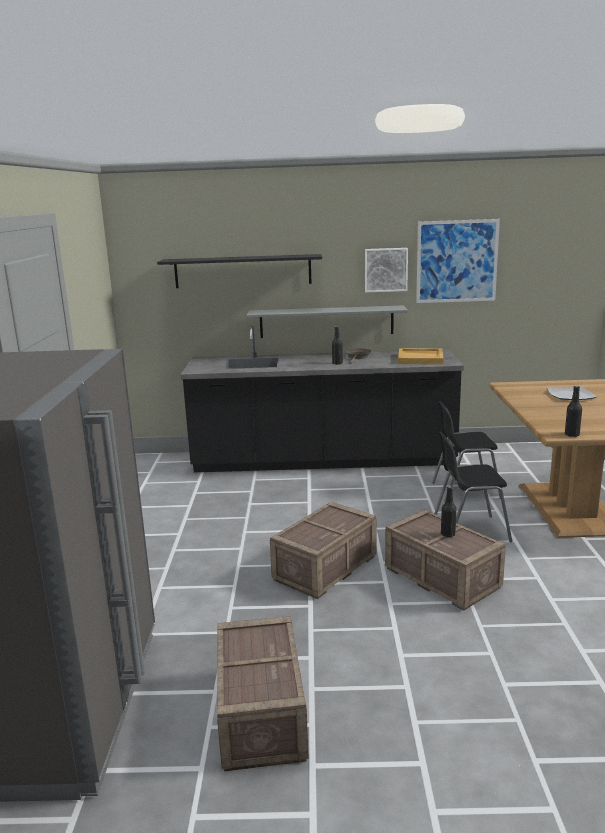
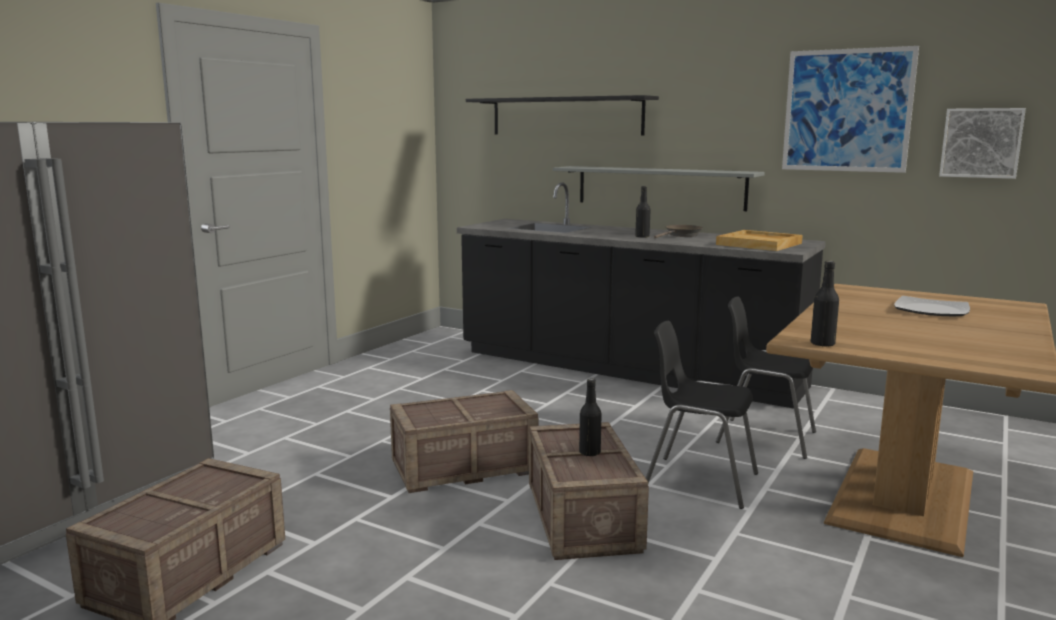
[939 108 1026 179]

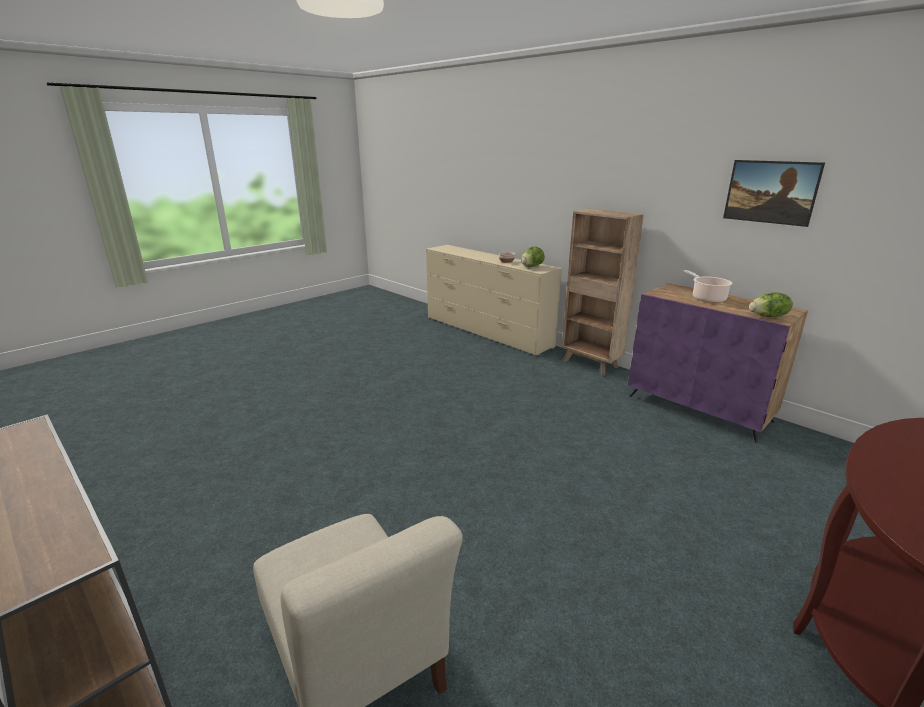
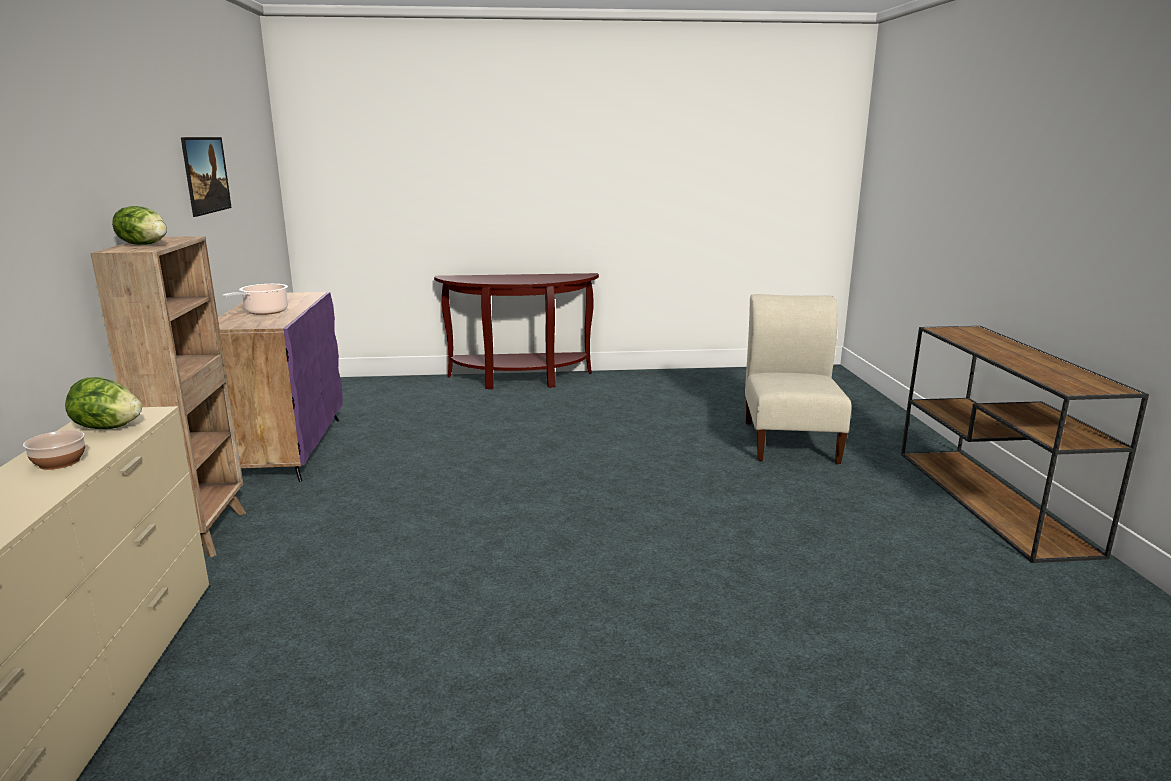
[112 206 167 245]

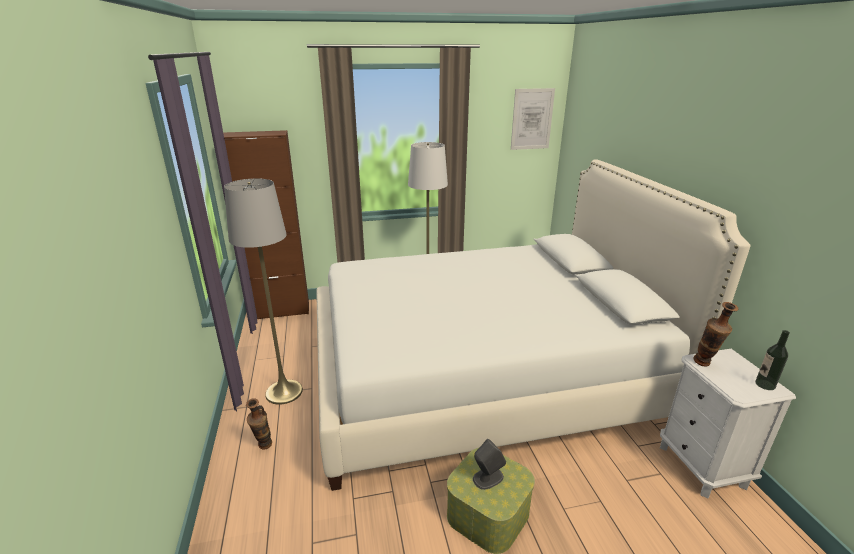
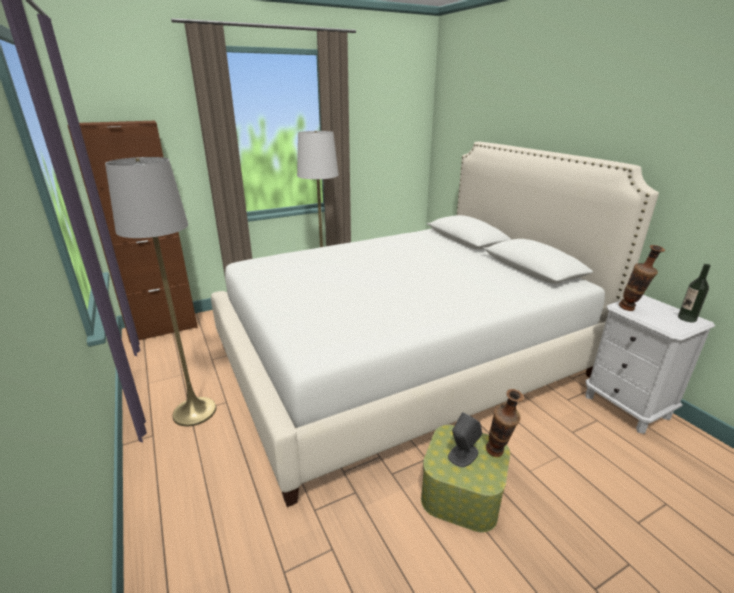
[486 389 524 457]
[511 88 555 150] (first image)

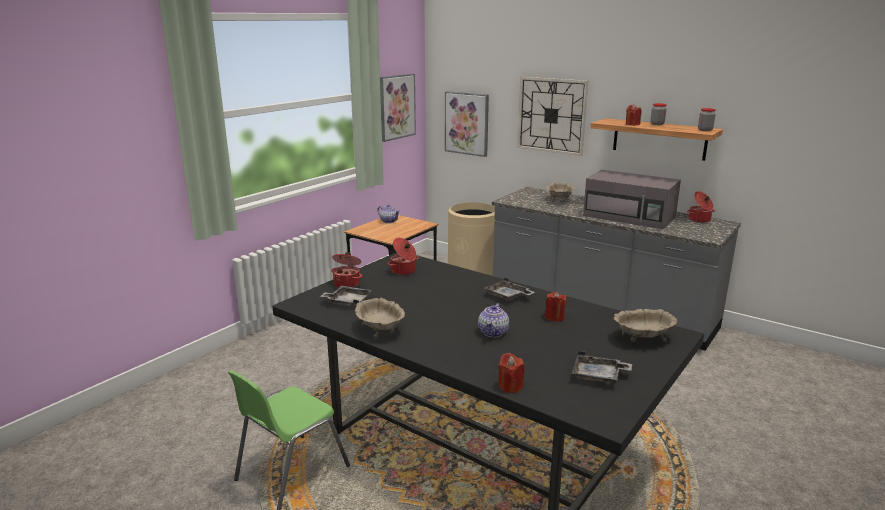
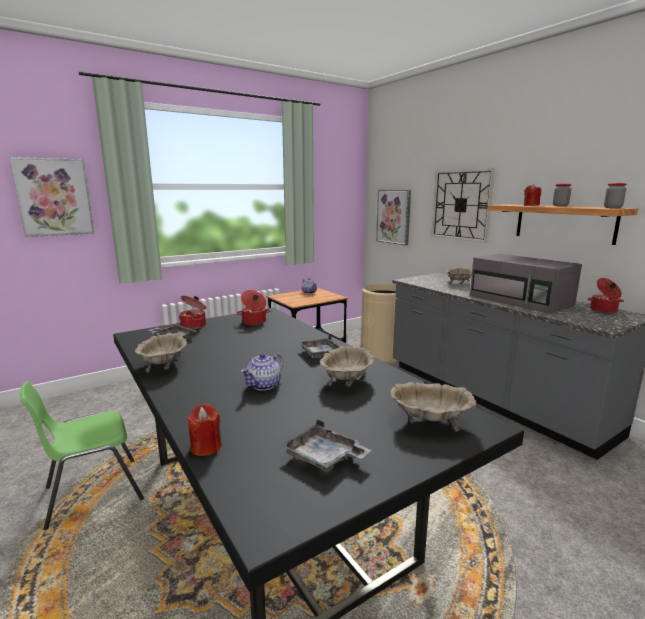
[10 157 94 237]
[320 346 374 387]

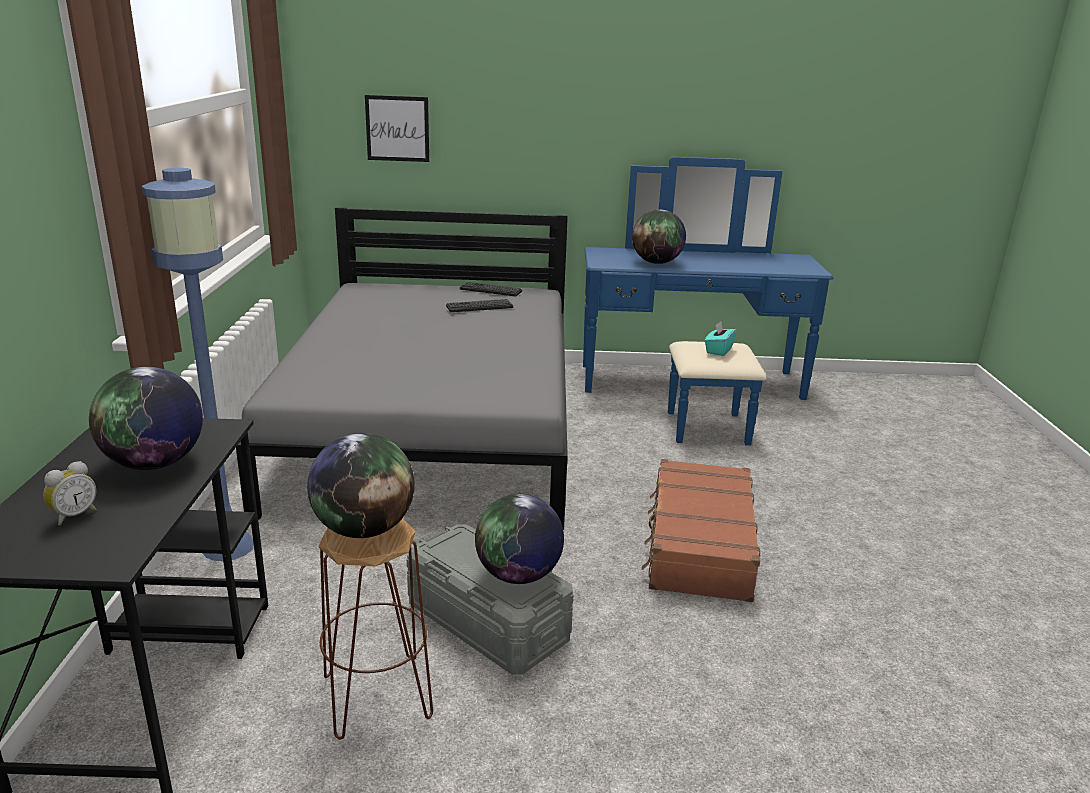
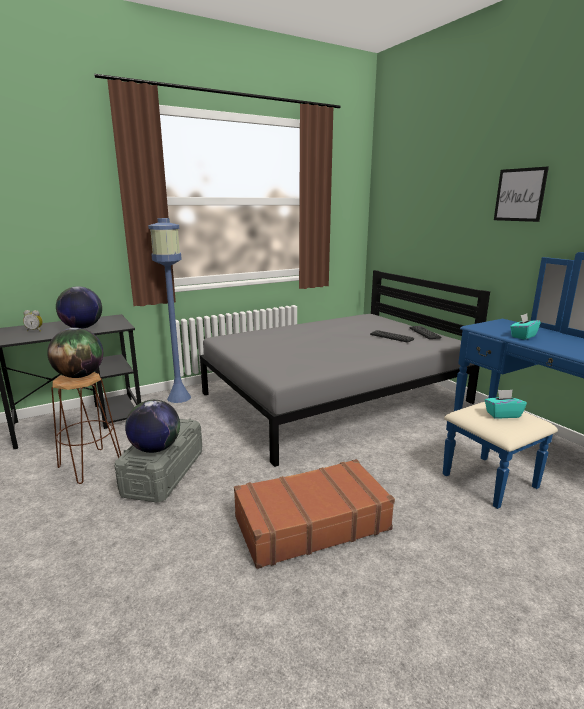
[494 167 549 222]
[510 314 541 340]

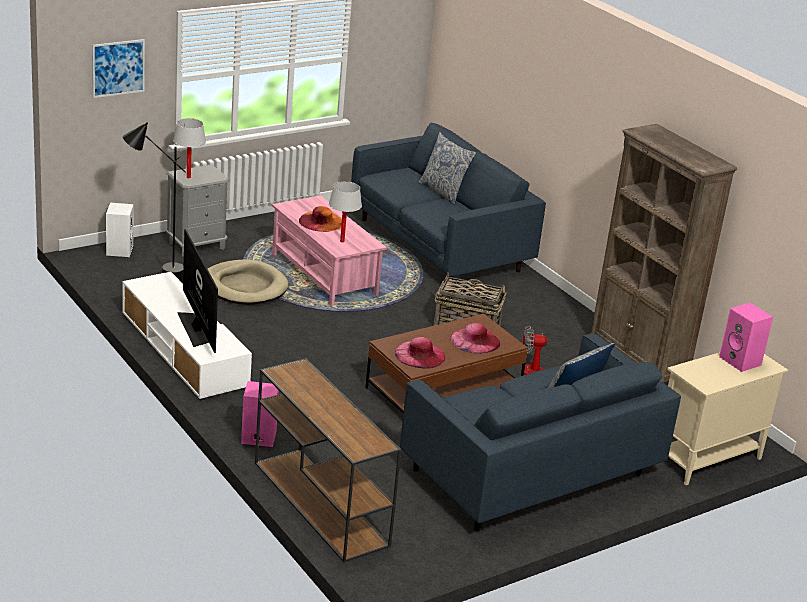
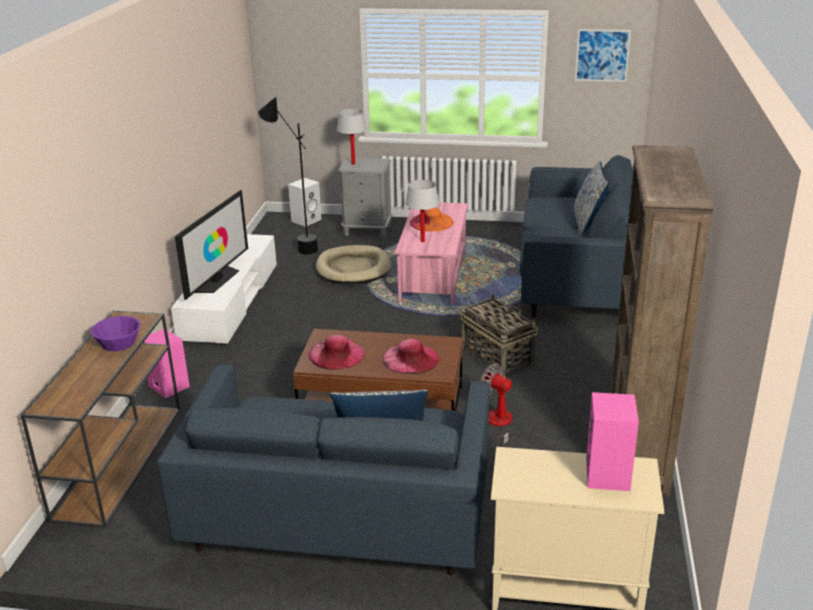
[90 316 141 351]
[575 29 631 82]

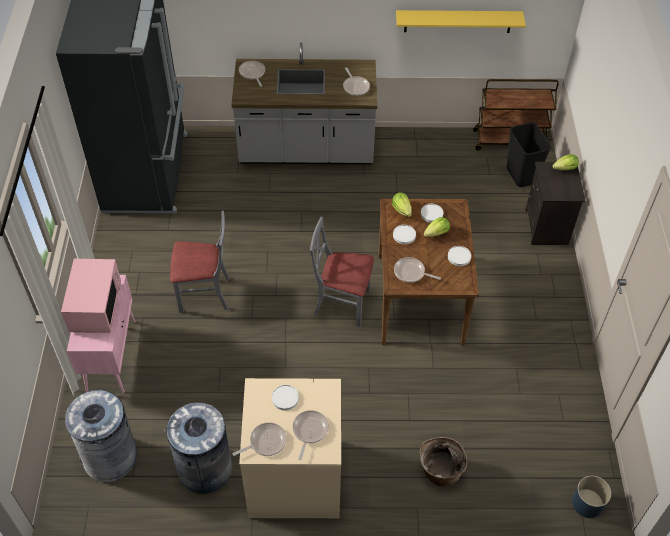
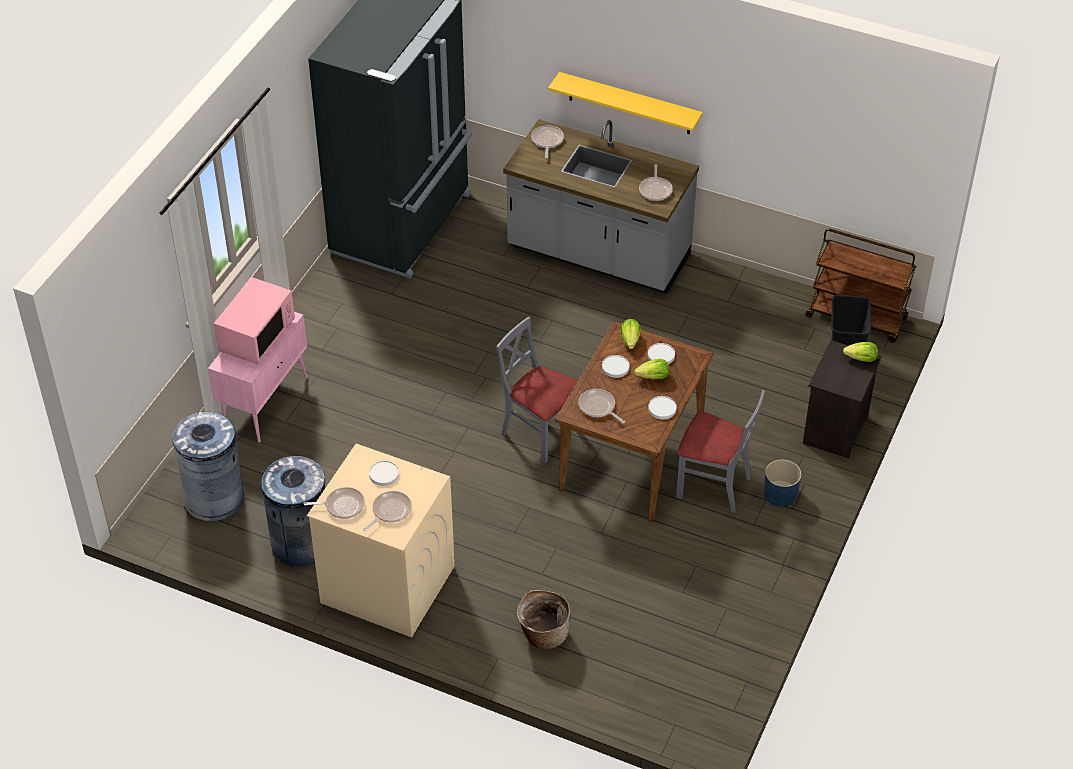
[548 72 703 134]
[676 390 765 513]
[764 459 801 507]

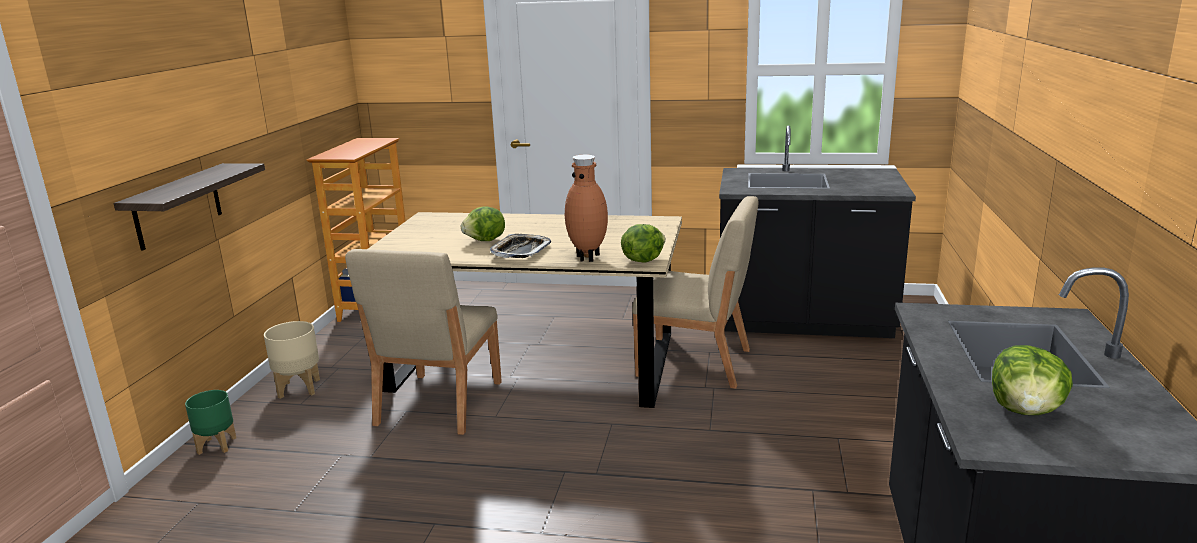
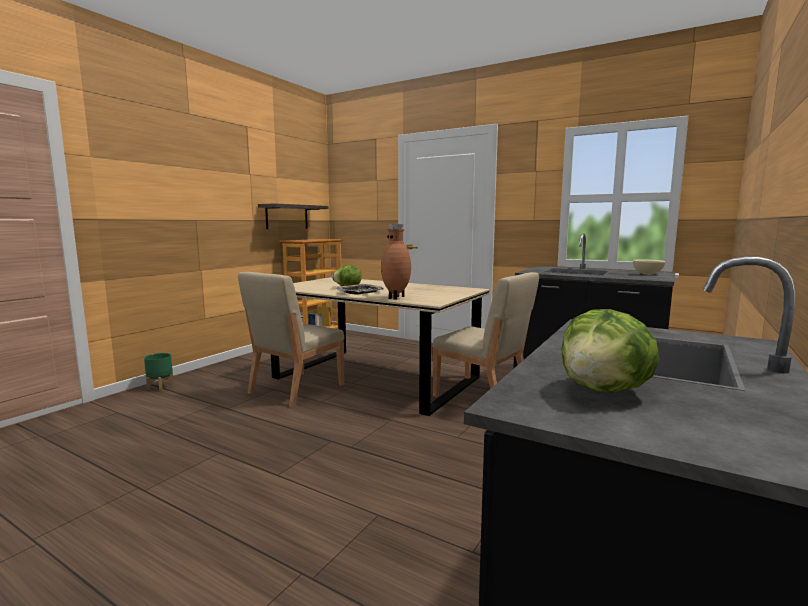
[258 203 328 229]
[633 259 665 275]
[264 321 320 399] (first image)
[621 224 665 263] (first image)

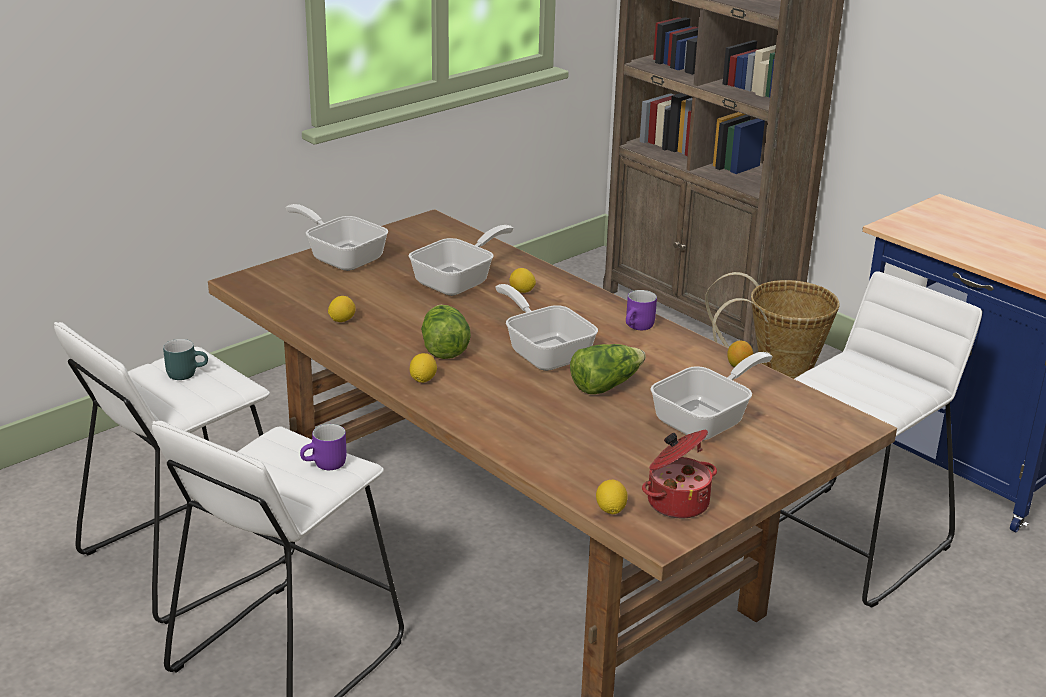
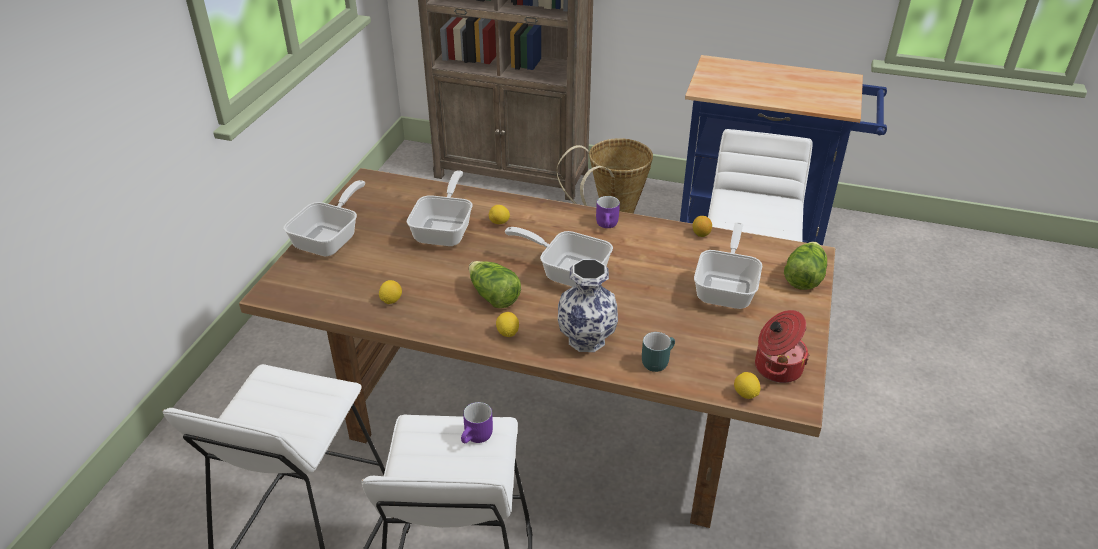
[284 180 365 257]
[558 259 618 352]
[642 332 675 372]
[784 242 827 290]

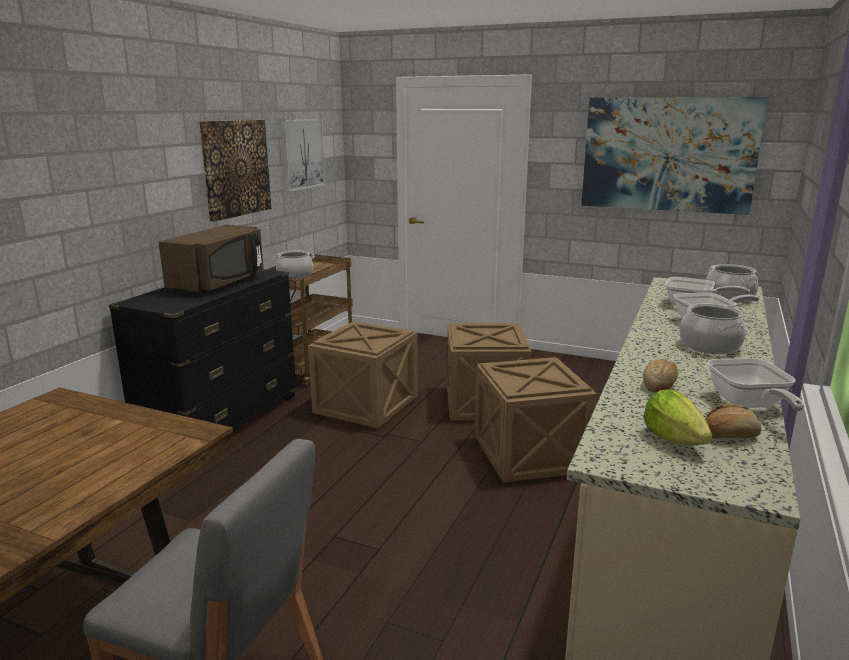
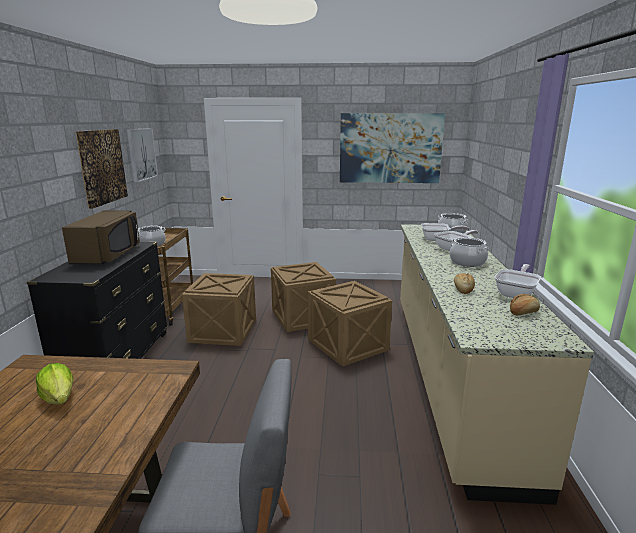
[36 363 73 405]
[495 264 541 298]

